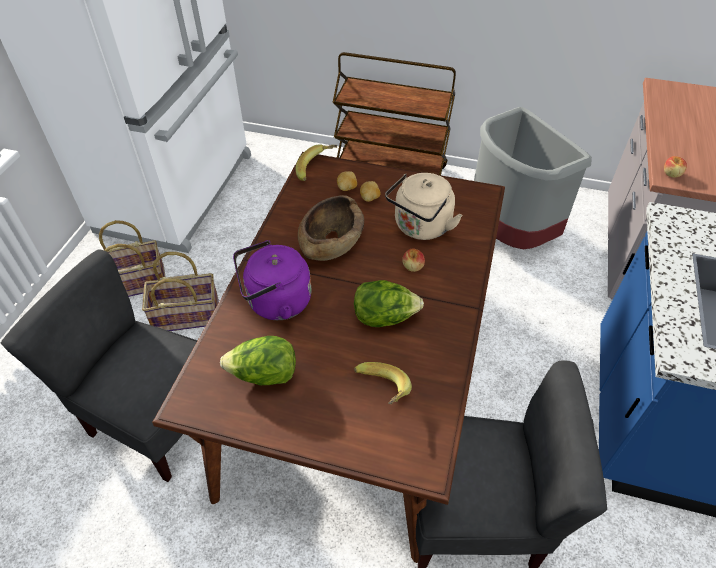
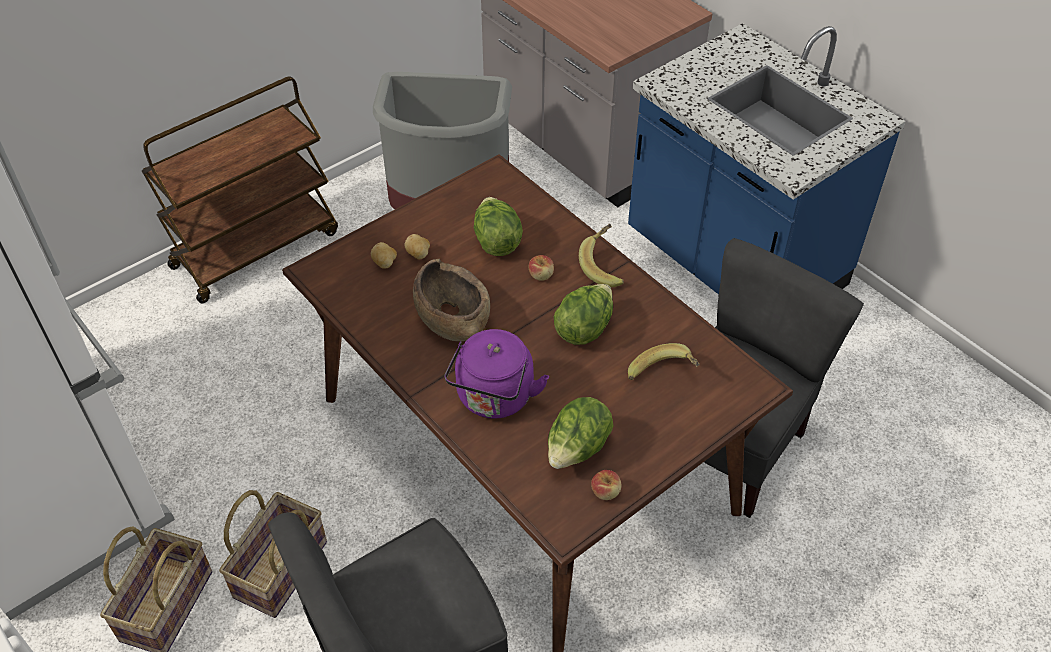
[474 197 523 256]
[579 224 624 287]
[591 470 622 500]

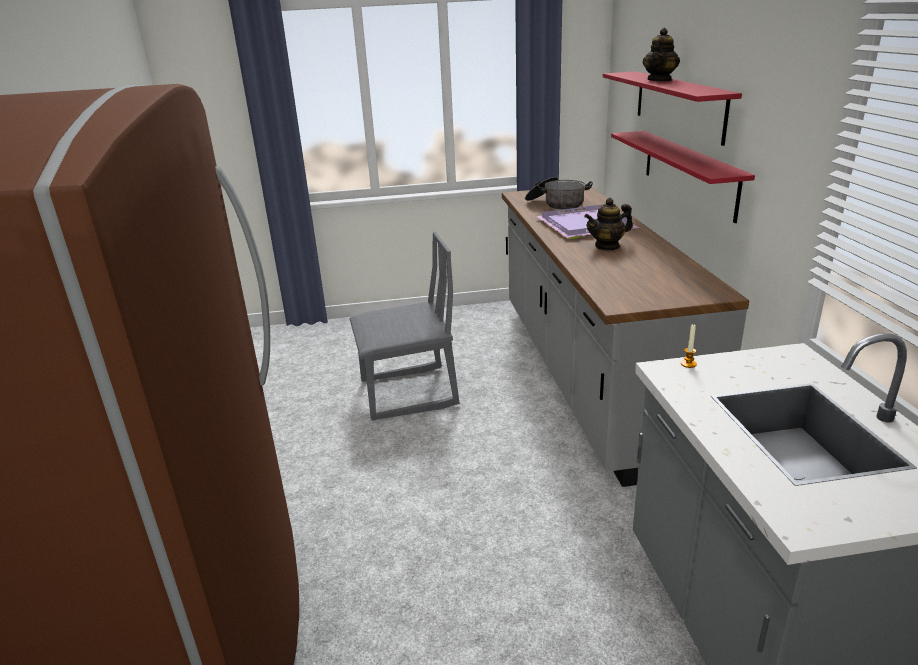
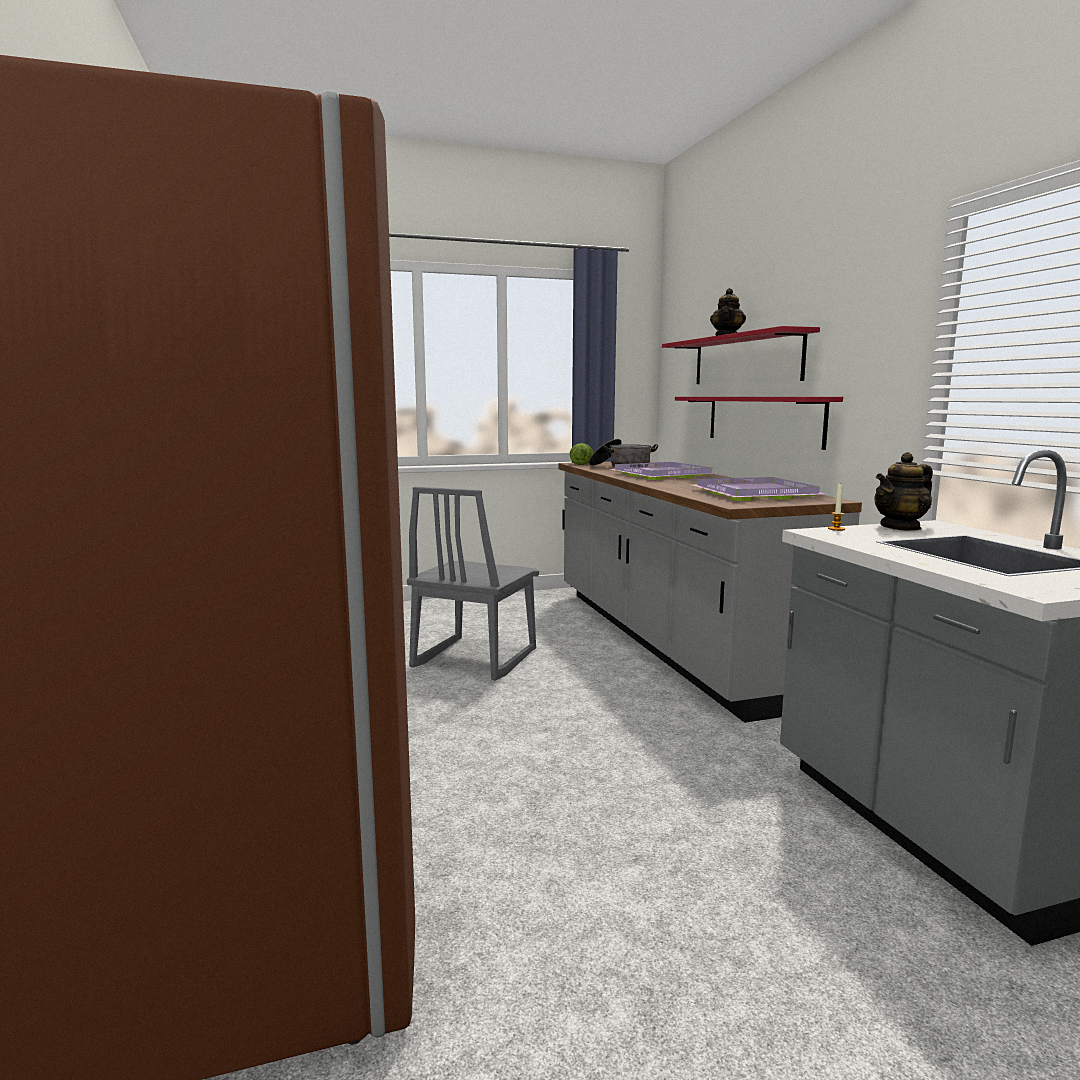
[407 487 539 680]
[570 443 593 465]
[692 477 825 501]
[874 452 933 531]

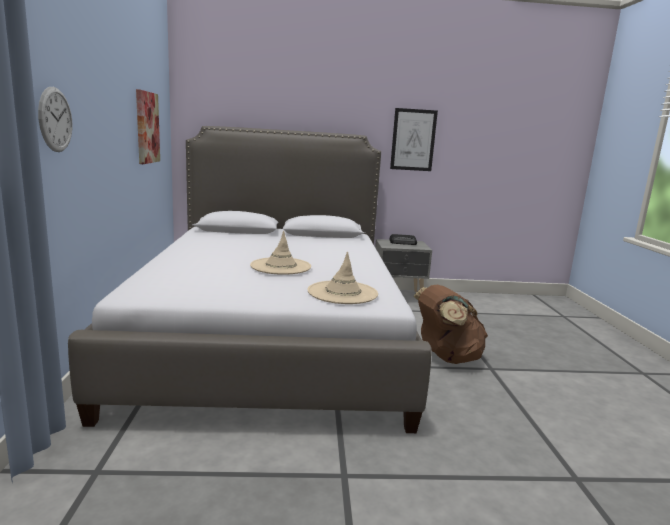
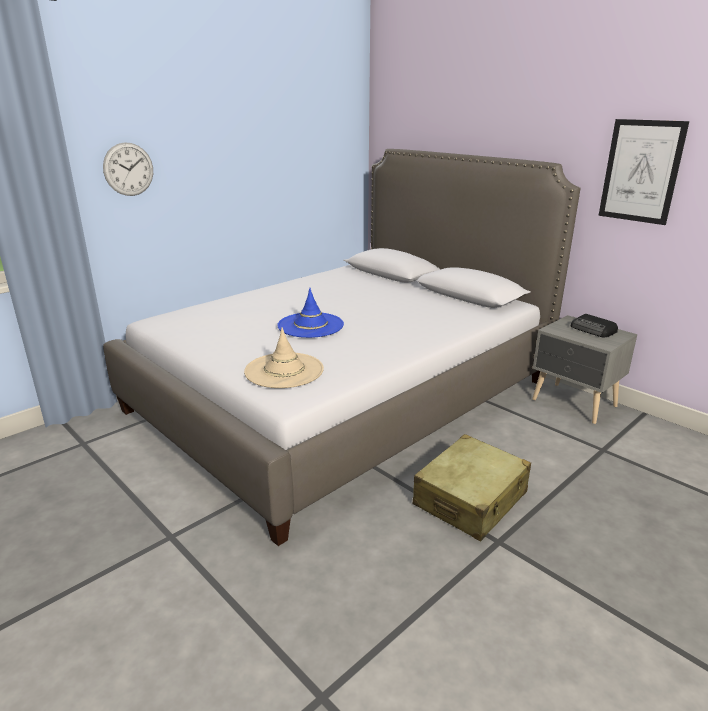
[277 288 344 338]
[413 434 531 541]
[136 89 160 164] (first image)

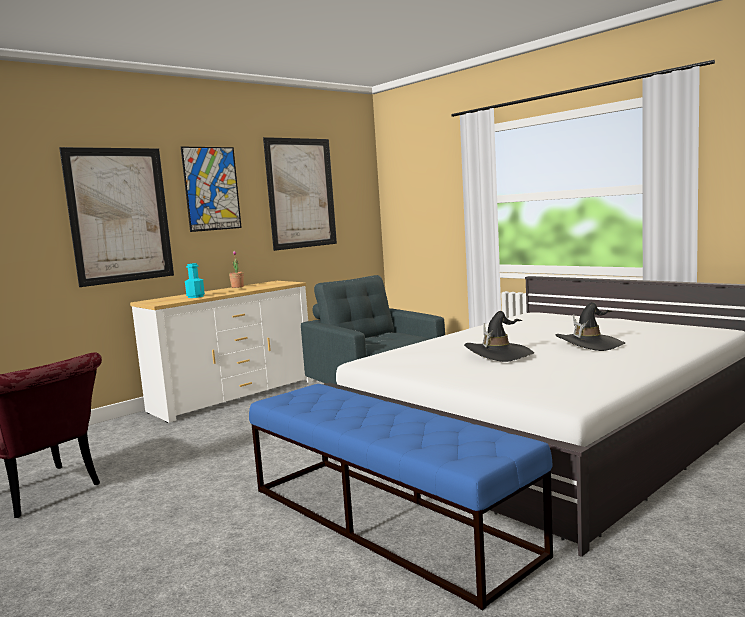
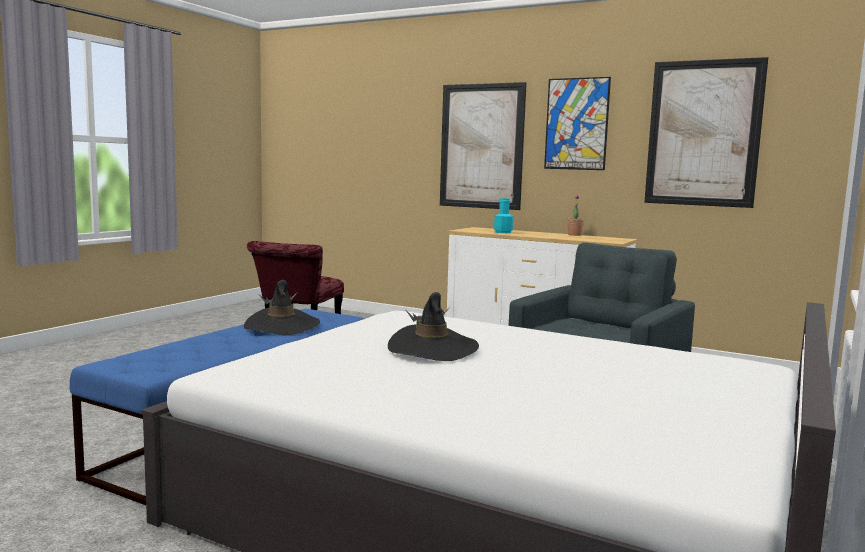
[244 280 320 335]

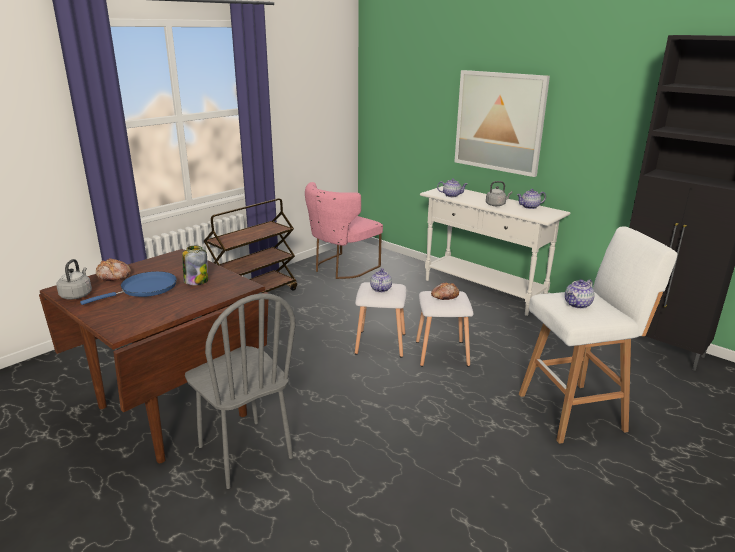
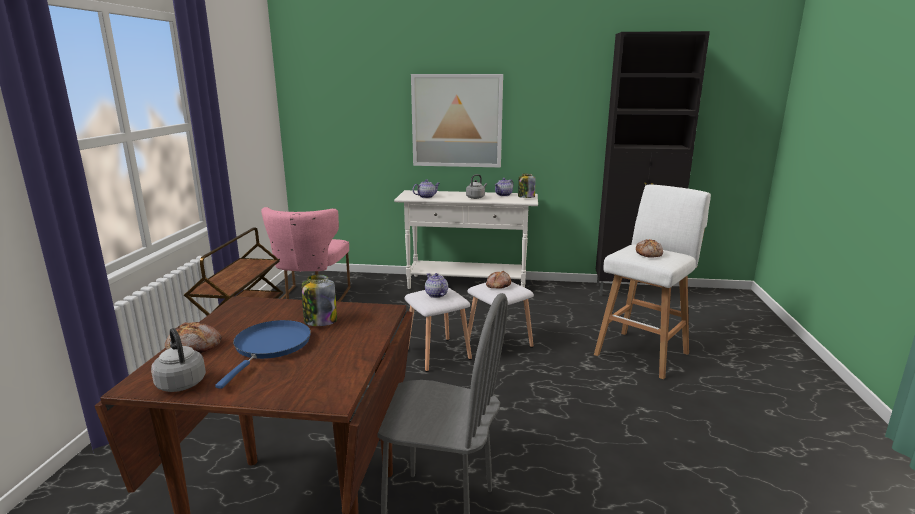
[518 174 535 198]
[636 239 663 257]

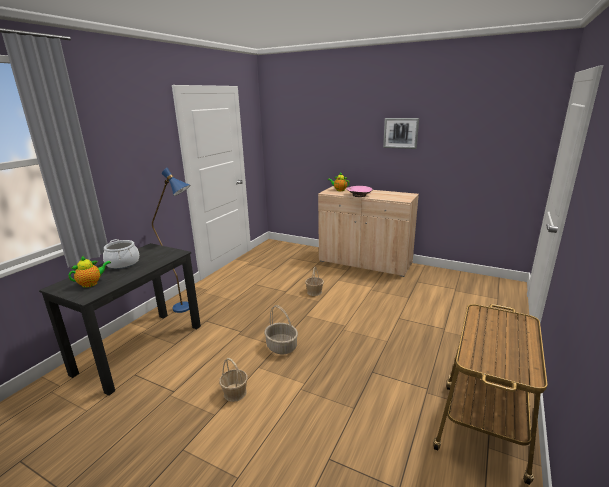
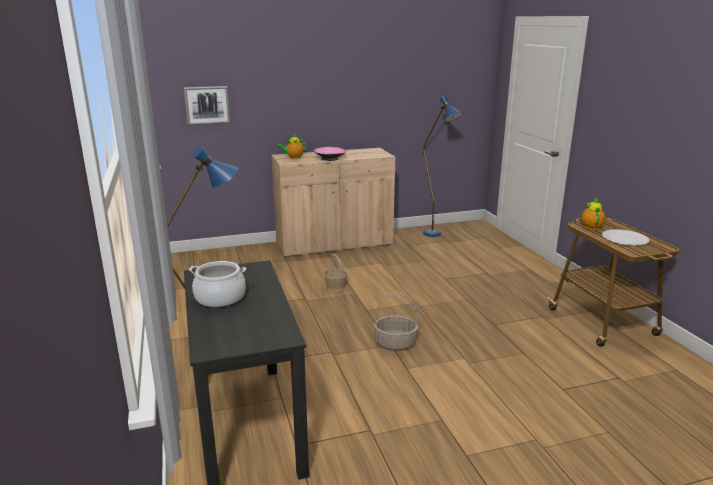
[184 86 231 125]
[423 95 463 237]
[582 197 605 230]
[602 229 649 246]
[219 358 248 402] (first image)

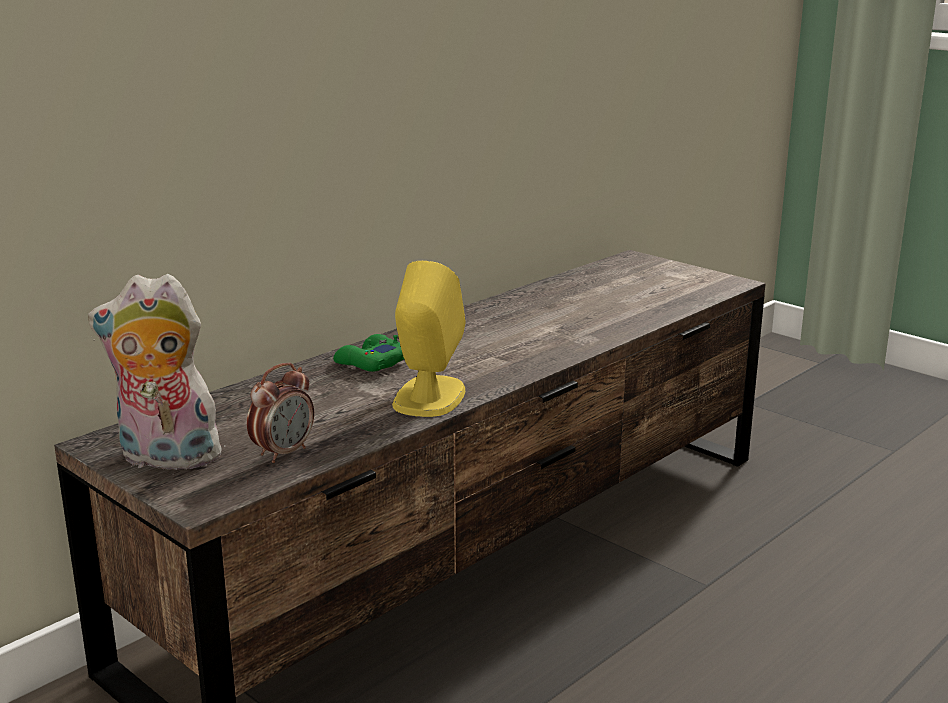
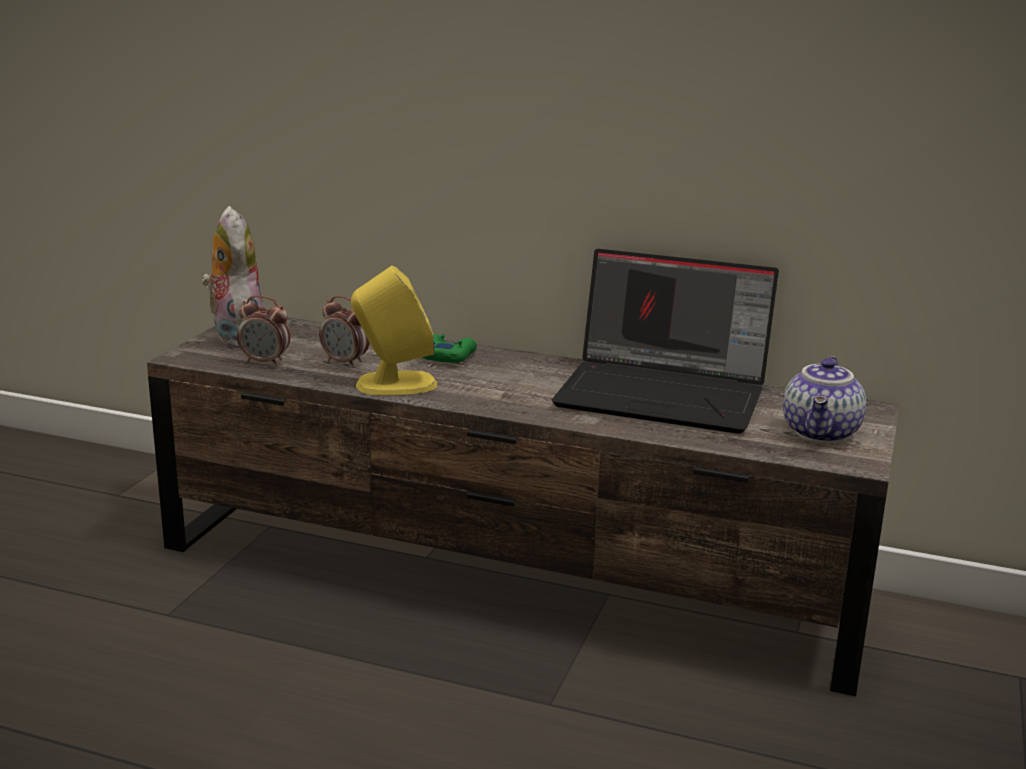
[319 296 370 368]
[552 249 779 434]
[783 356 866 443]

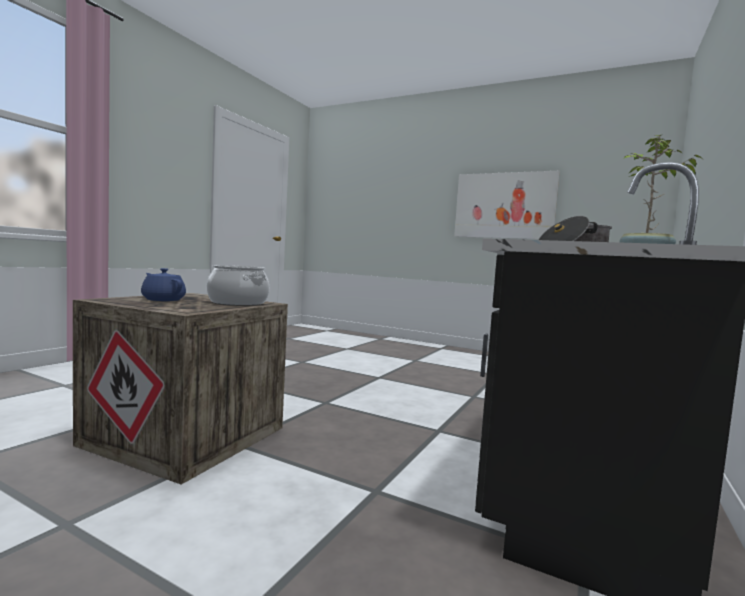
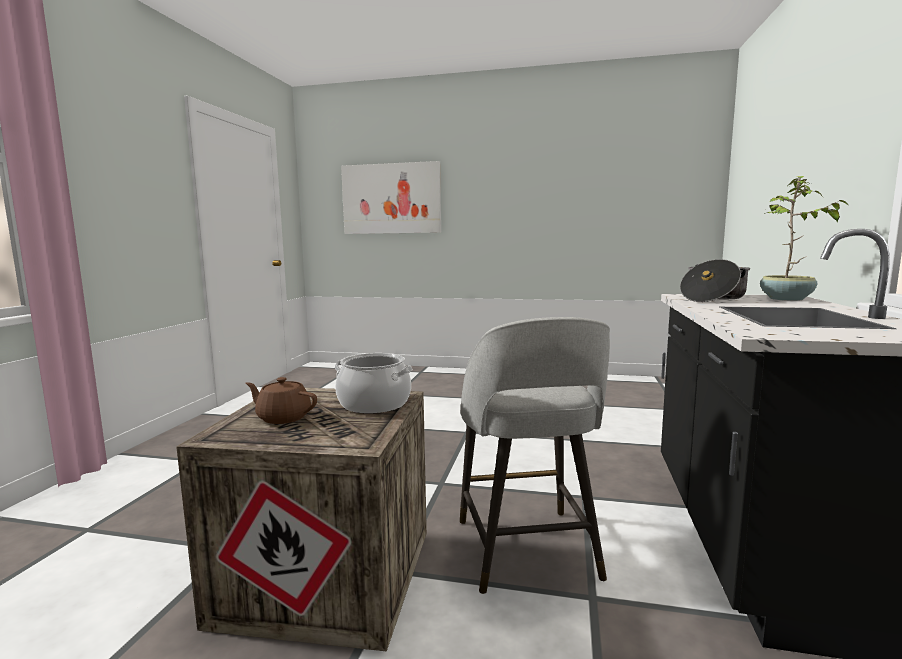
[246 377 317 424]
[341 161 441 234]
[460 317 610 594]

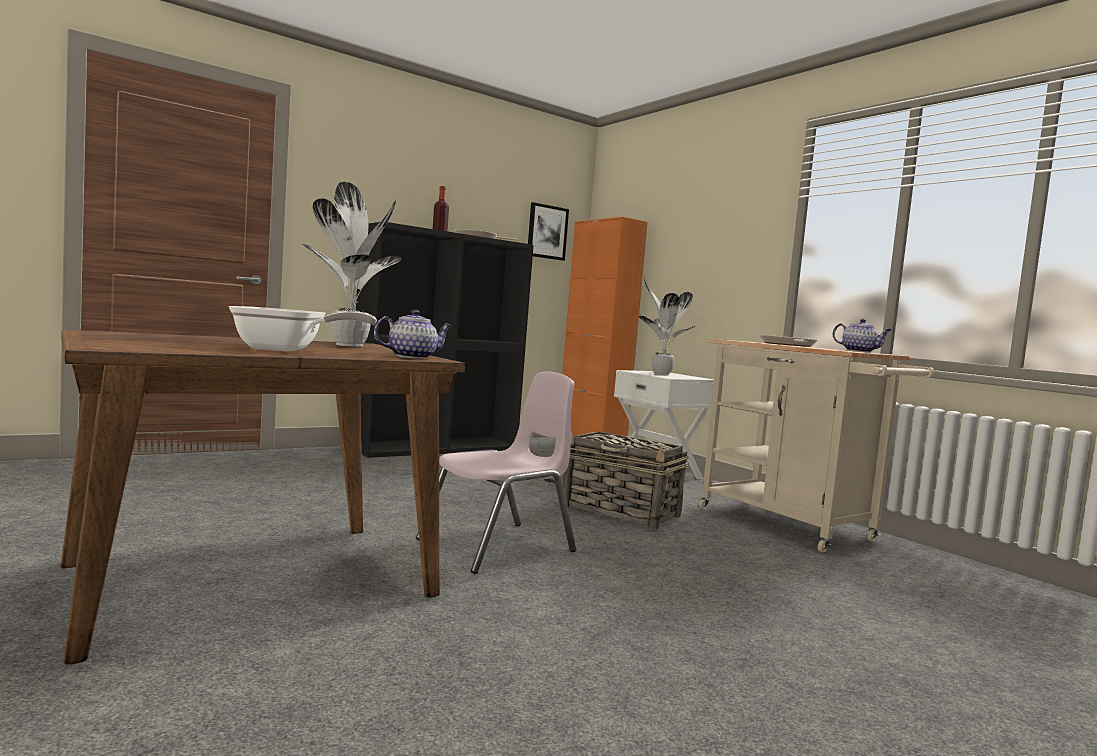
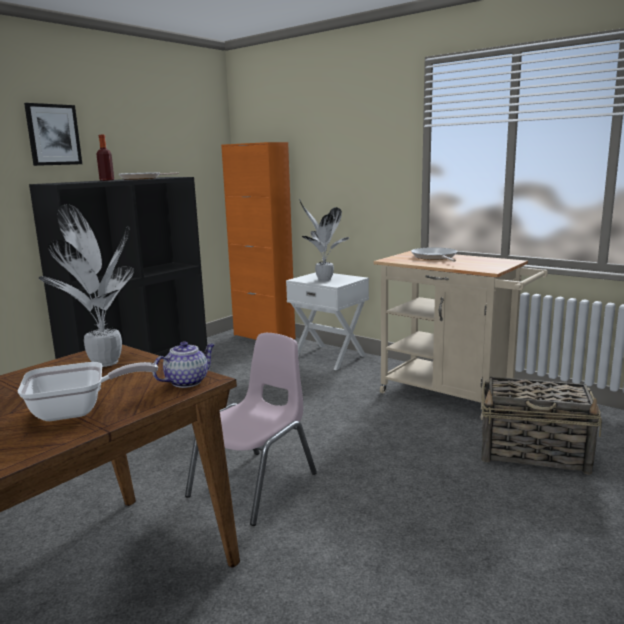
[24 103 82 166]
[481 377 602 475]
[833 319 892 353] (first image)

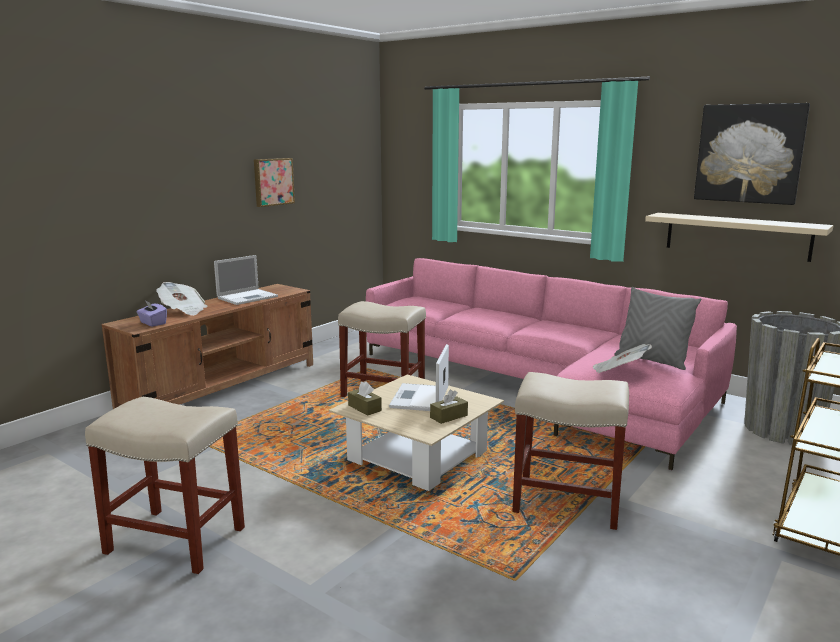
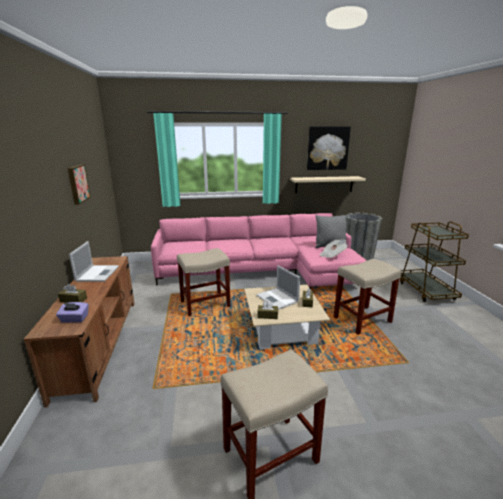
[58 284 87 303]

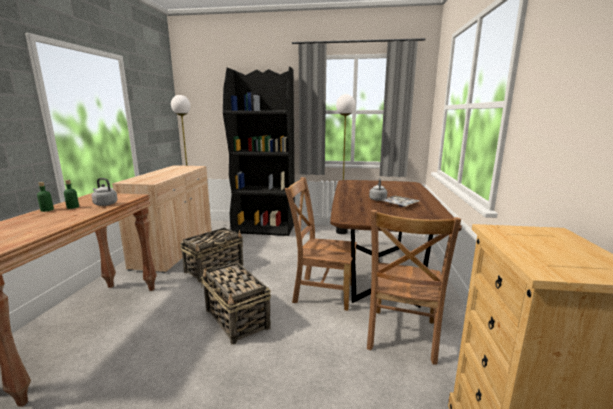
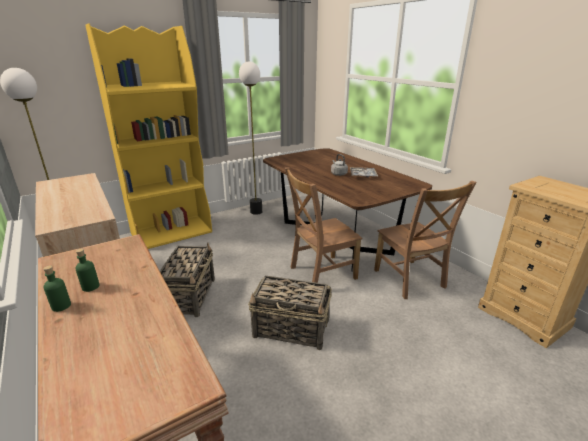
[86 23 212 249]
[92 178 118 206] (first image)

